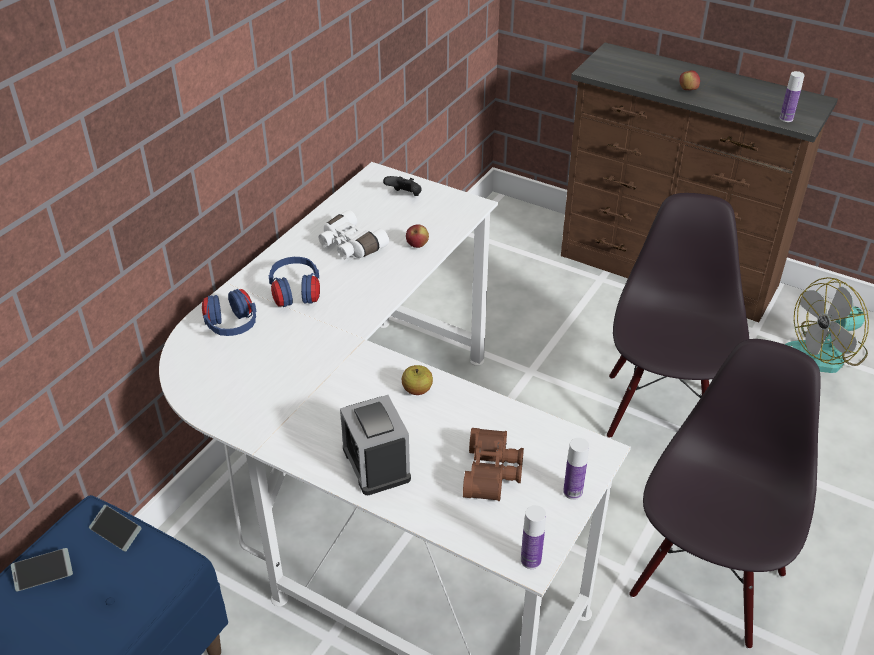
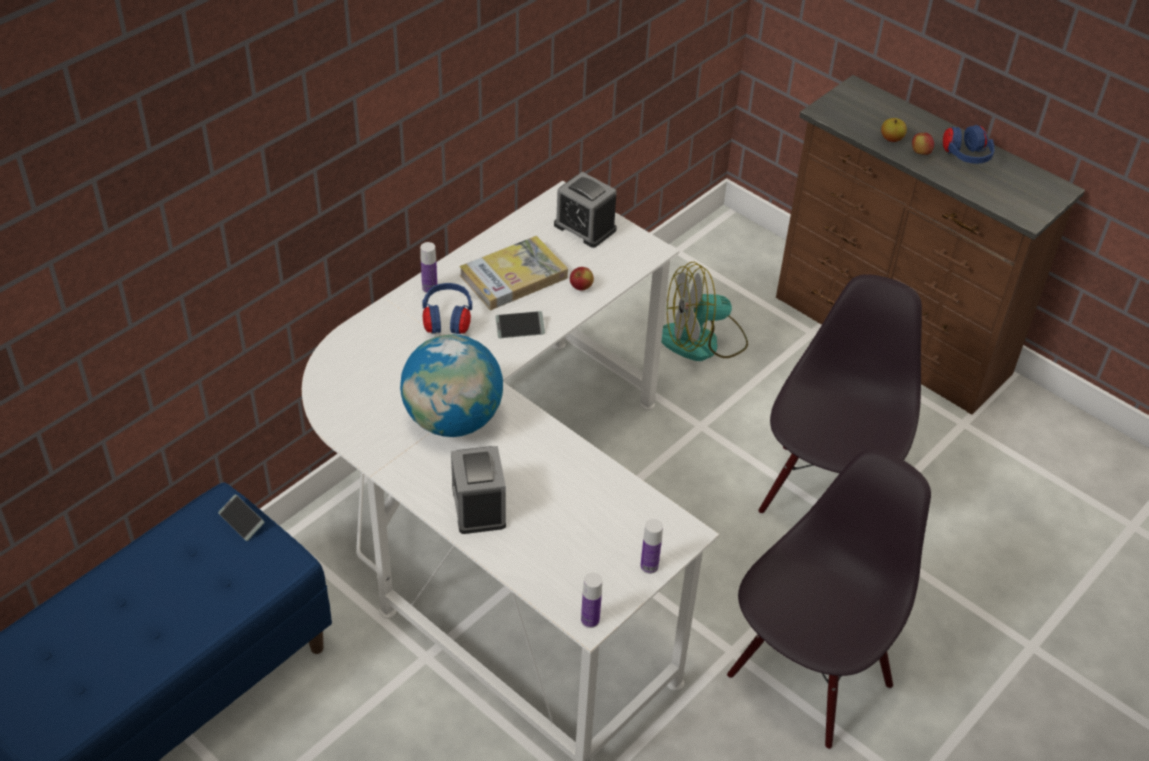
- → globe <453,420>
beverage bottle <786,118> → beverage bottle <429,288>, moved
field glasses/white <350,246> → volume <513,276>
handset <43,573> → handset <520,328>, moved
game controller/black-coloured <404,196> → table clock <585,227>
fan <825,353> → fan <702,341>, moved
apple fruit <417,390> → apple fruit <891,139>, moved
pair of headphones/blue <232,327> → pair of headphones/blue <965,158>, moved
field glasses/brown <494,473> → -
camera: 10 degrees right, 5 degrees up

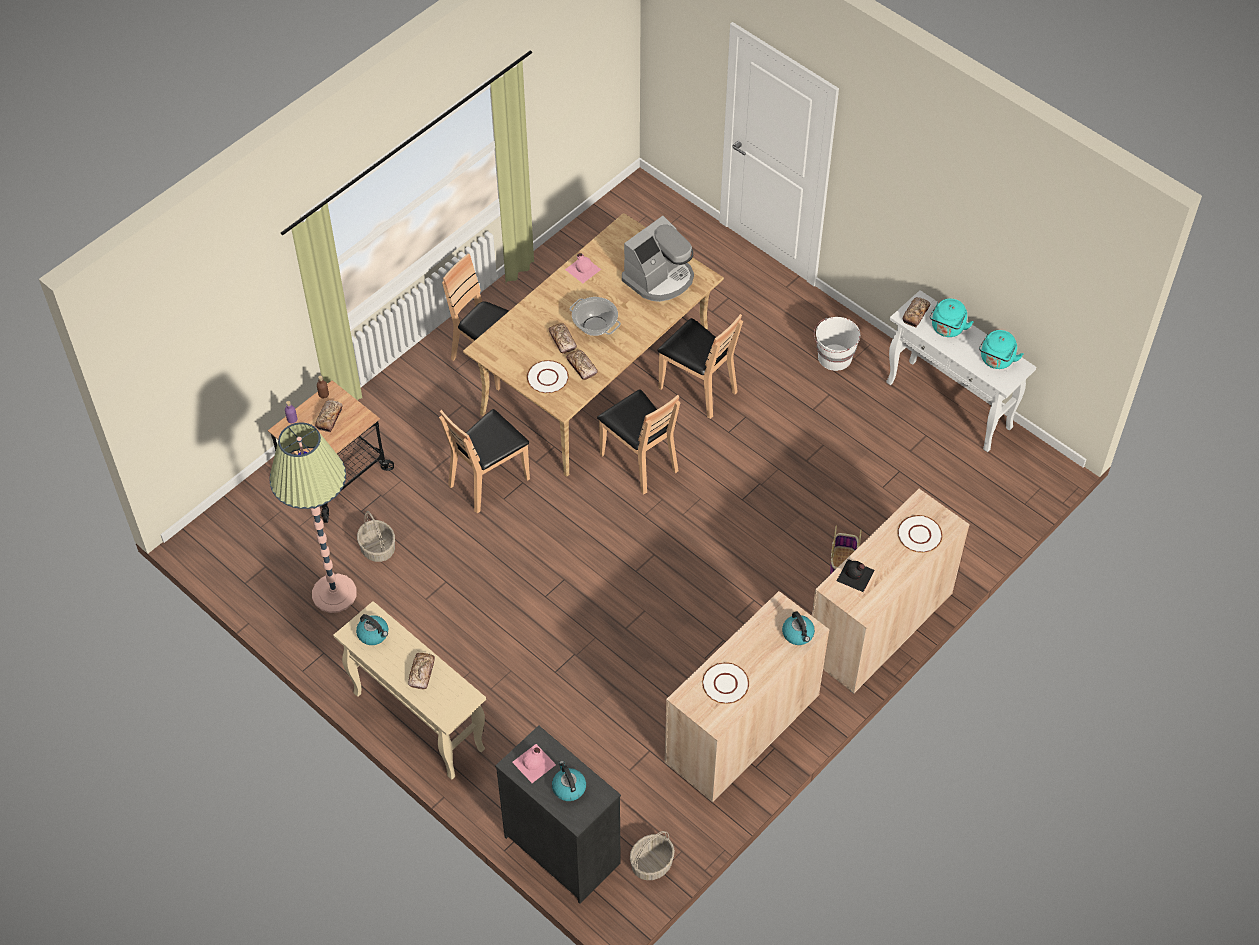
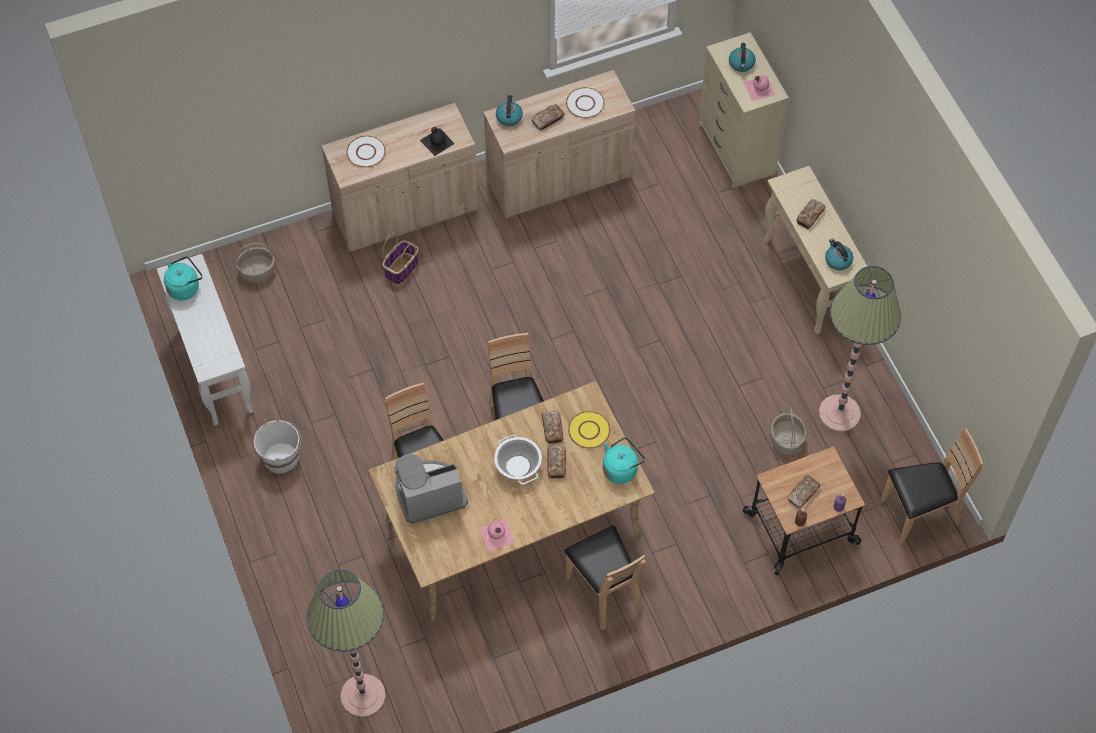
storage basket <652,863> → storage basket <257,272>, moved
- → standing lamp <363,695>
bakery bread <915,314> → bakery bread <547,119>, moved
plate/white <548,378> → plate/yellow <588,430>
tea kettle/turquoise <947,329> → tea kettle/turquoise <621,469>, moved
drawer chest/black-coloured <562,849> → drawer chest/beige-coloured <735,149>
chair/brown <489,480> → chair/brown <919,513>, moved
camera: 155 degrees left, 5 degrees up

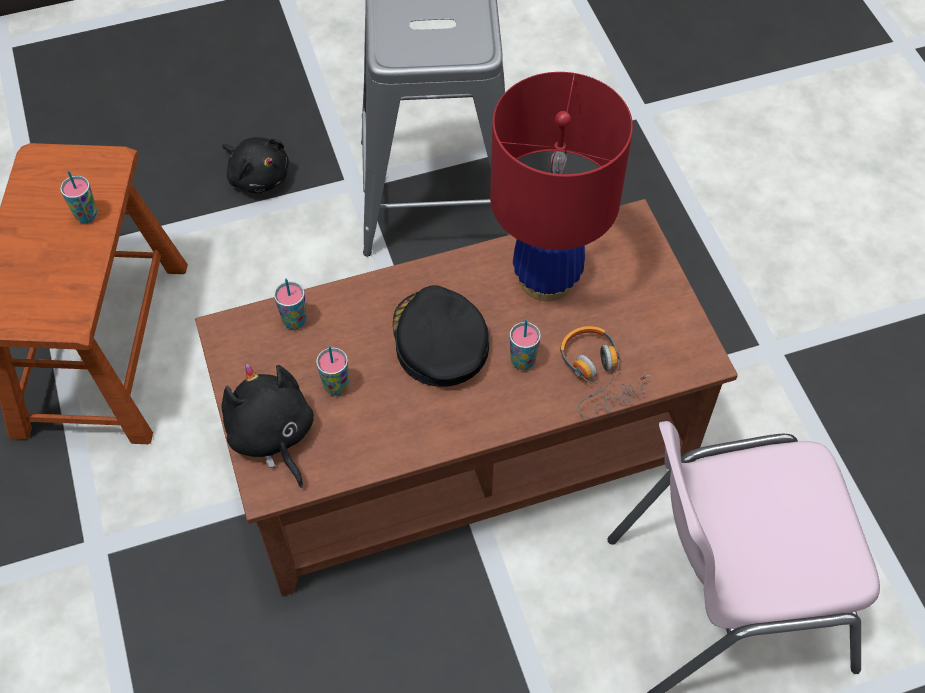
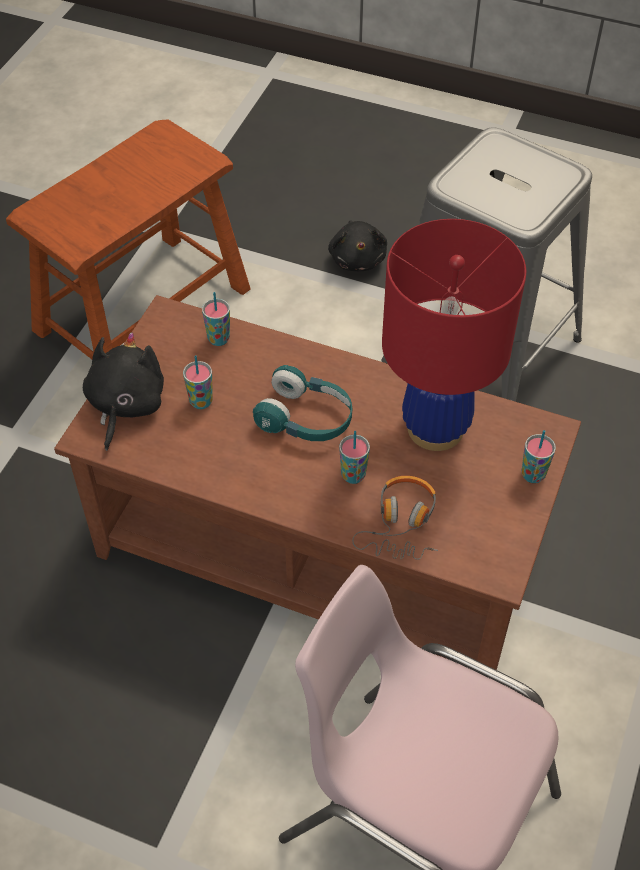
baseball cap/black-coloured <438,340> → pair of headphones/turquoise <306,419>
small cup <86,216> → small cup <533,475>, moved
camera: 40 degrees right, 5 degrees down

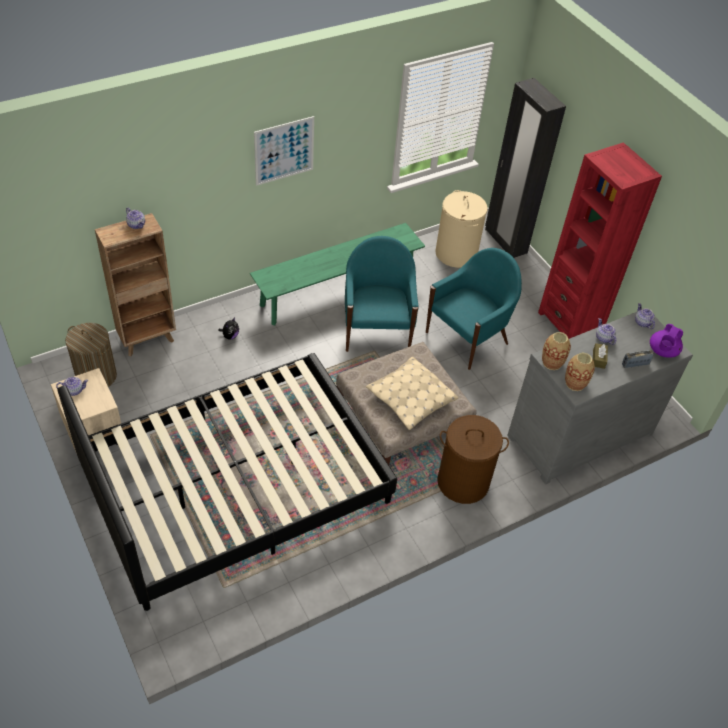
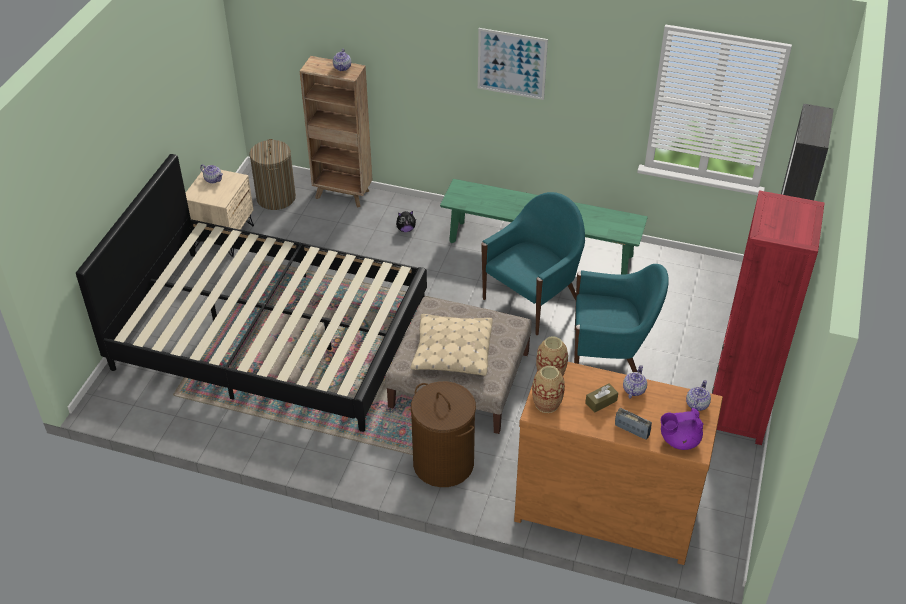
drawer chest/greyish <578,433> → drawer chest/brown <606,506>
laundry basket/beige-coloured <456,253> → -
camera: 50 degrees right, 5 degrees down

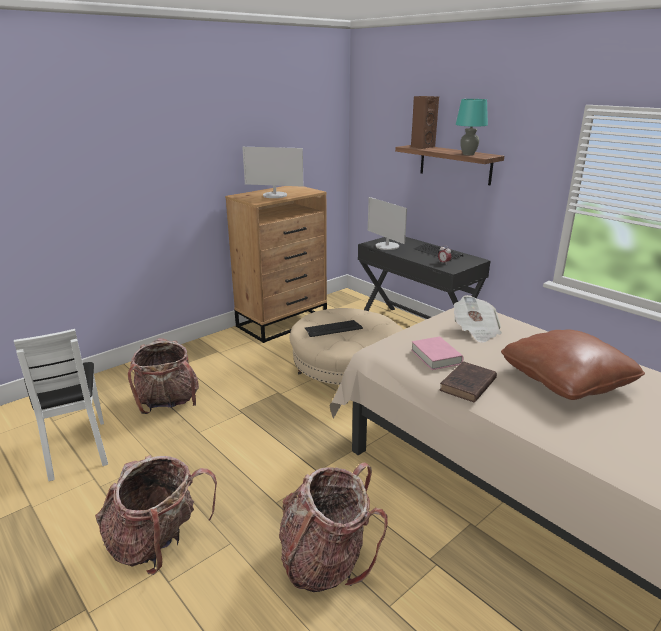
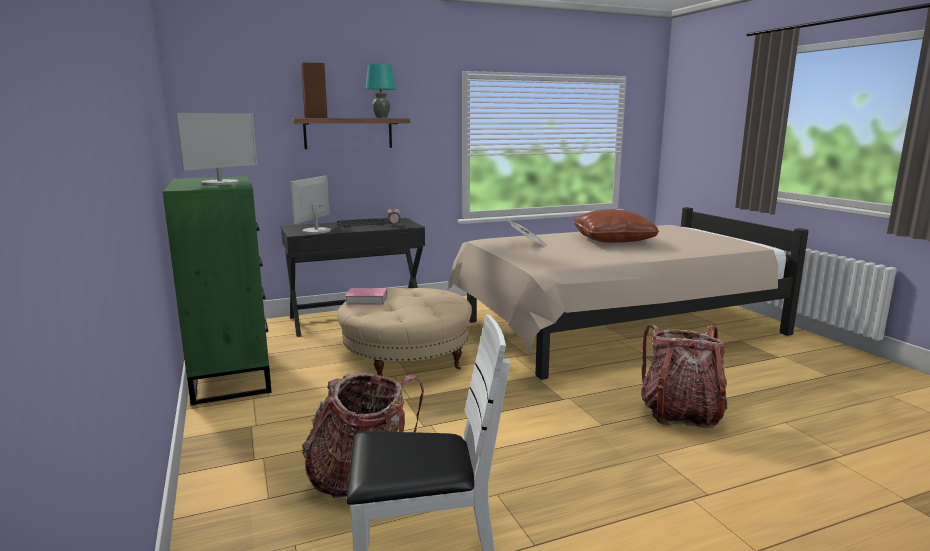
drawer chest/brown <282,322> → drawer chest/greenish <231,373>
computer display <387,246> → computer display <316,231>, 120 degrees clockwise
volume/pinkish <436,357> → volume/pinkish <367,300>, moved
knapsack <158,543> → -
keyboard <333,329> → -
volume/brown <467,385> → -
camera: 70 degrees left, 10 degrees down

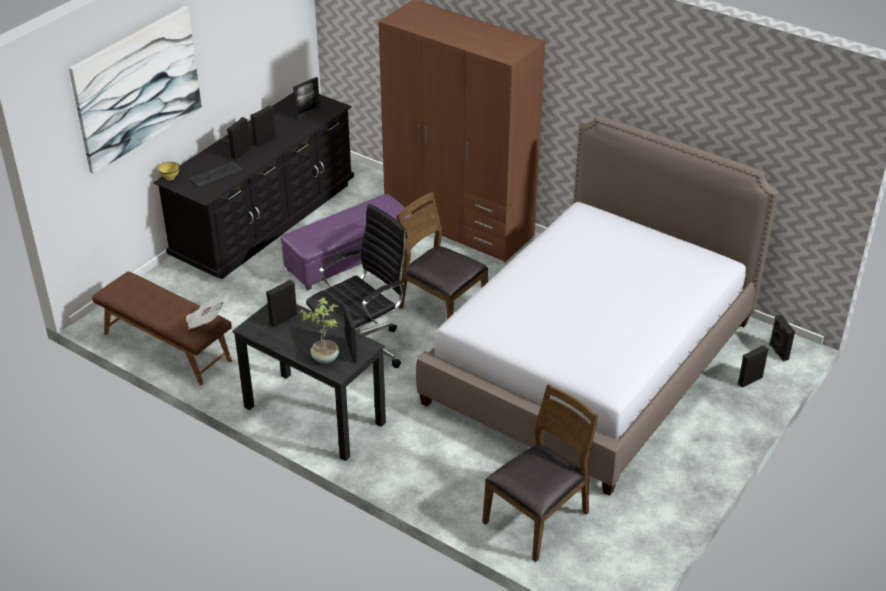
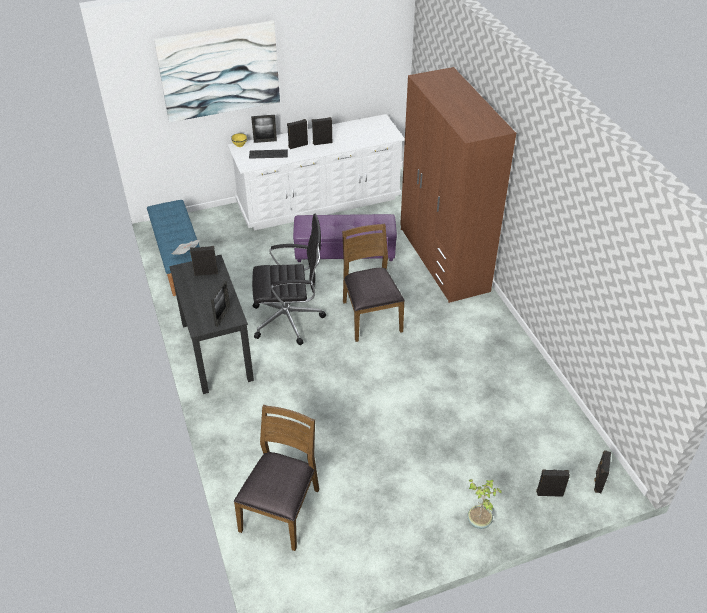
long seat/brown <166,347> → long seat/blue <179,261>
drawer chest/black-coloured <265,220> → drawer chest/white <319,201>
chair/brown <538,518> → chair/brown <281,510>, 60 degrees counterclockwise
picture frame <308,114> → picture frame <265,141>, moved
plant in a pot <325,357> → plant in a pot <479,520>, moved
sleeping bed <591,362> → -
camera: 35 degrees right, 5 degrees up

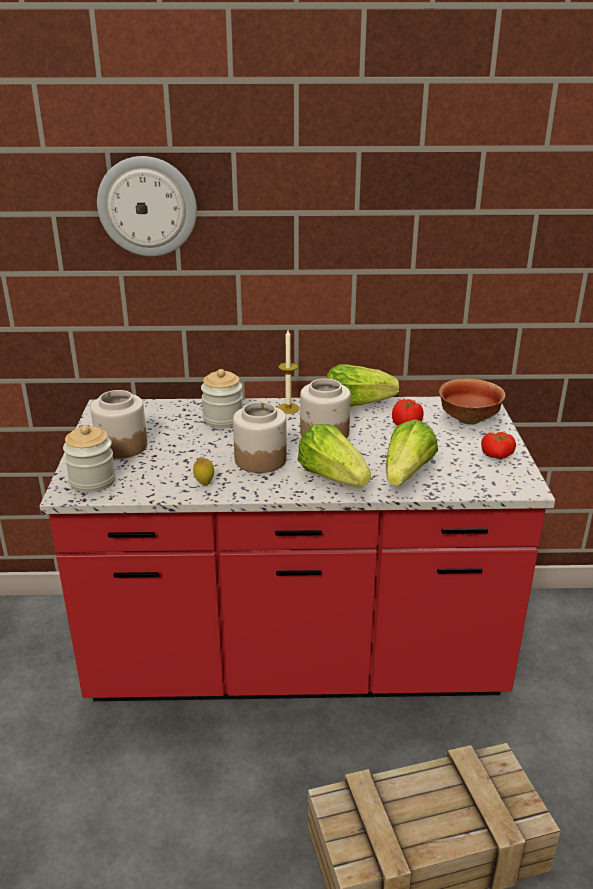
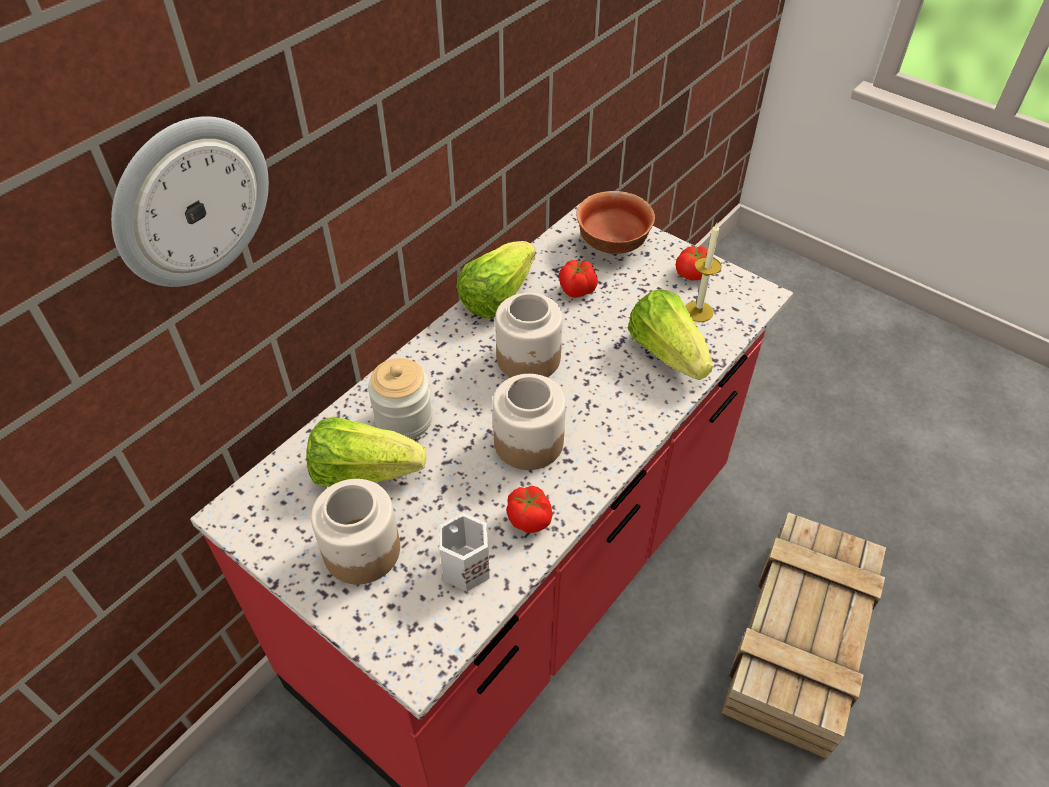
lettuce <333,477> → lettuce <363,472>, moved
- → tea mug/white <463,567>
citrus fruit <204,483> → fresh tomato <529,519>
candle <288,408> → candle <698,311>, moved
preserve jar <92,481> → -
camera: 50 degrees left, 20 degrees up

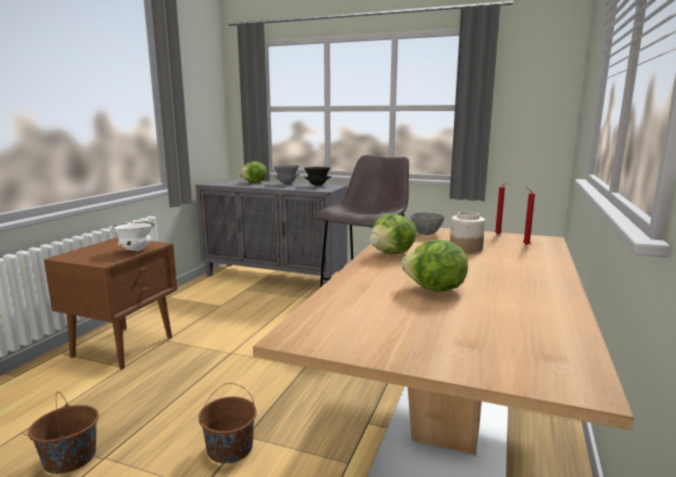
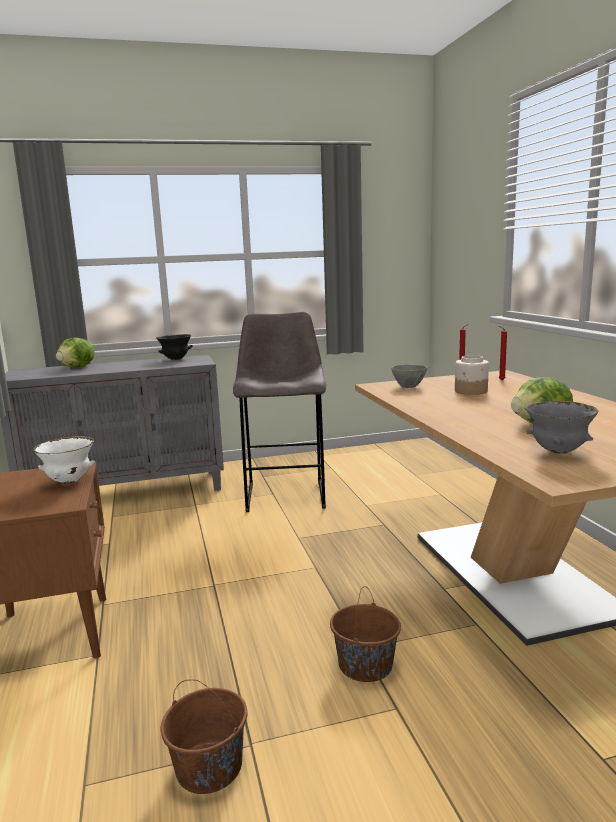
deep dish/greyish <287,184> → deep dish/greyish <558,451>, moved
lettuce <392,254> → -
camera: 35 degrees left, 0 degrees up

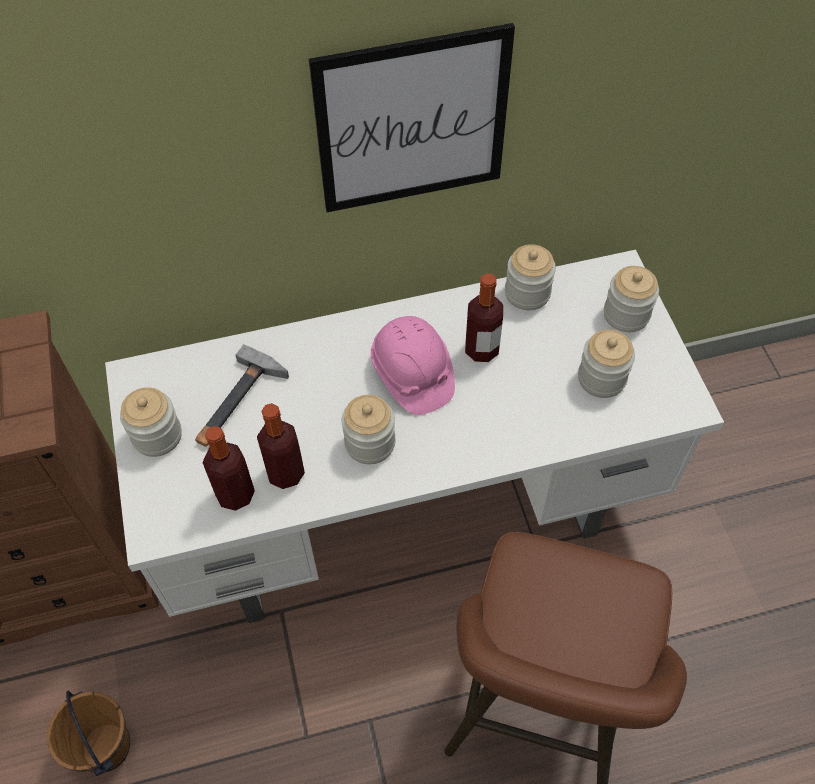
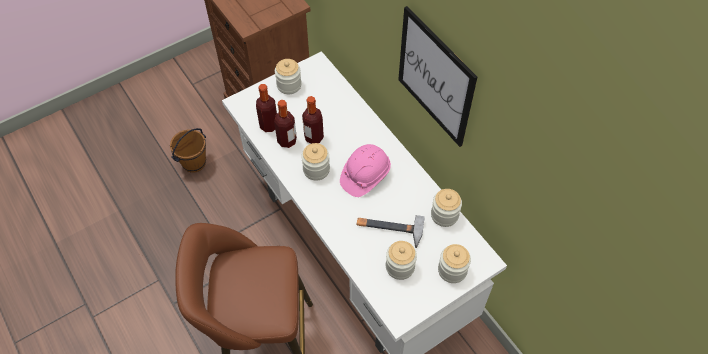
beverage bottle <481,350> → beverage bottle <314,137>, moved
hand hammer <237,403> → hand hammer <389,229>, moved
camera: 70 degrees right, 0 degrees up

